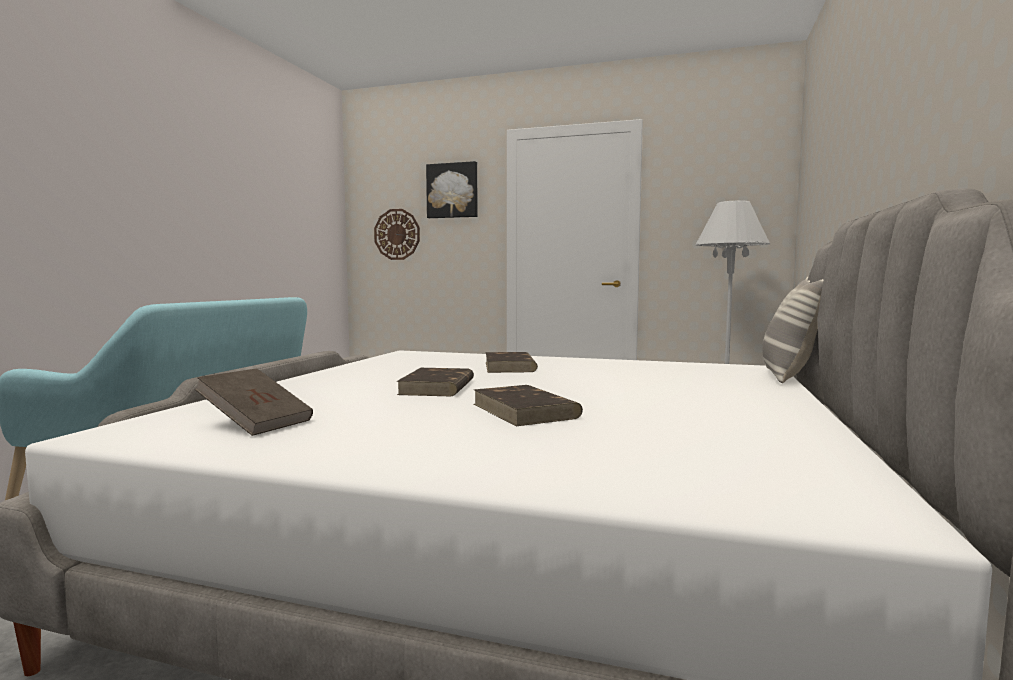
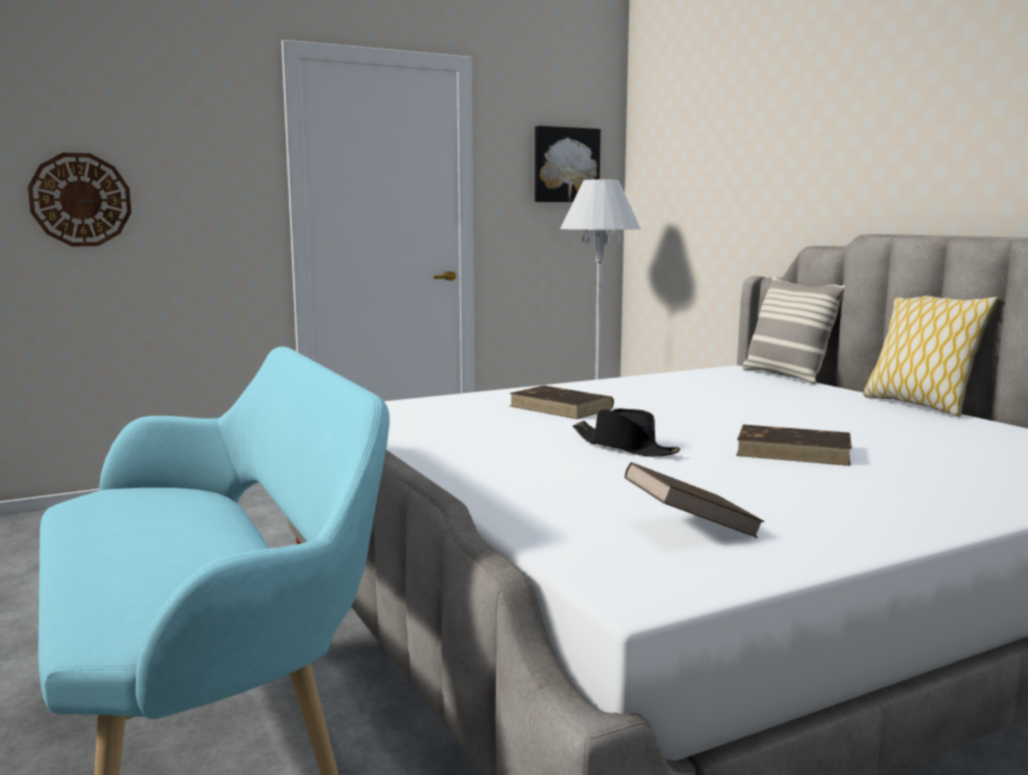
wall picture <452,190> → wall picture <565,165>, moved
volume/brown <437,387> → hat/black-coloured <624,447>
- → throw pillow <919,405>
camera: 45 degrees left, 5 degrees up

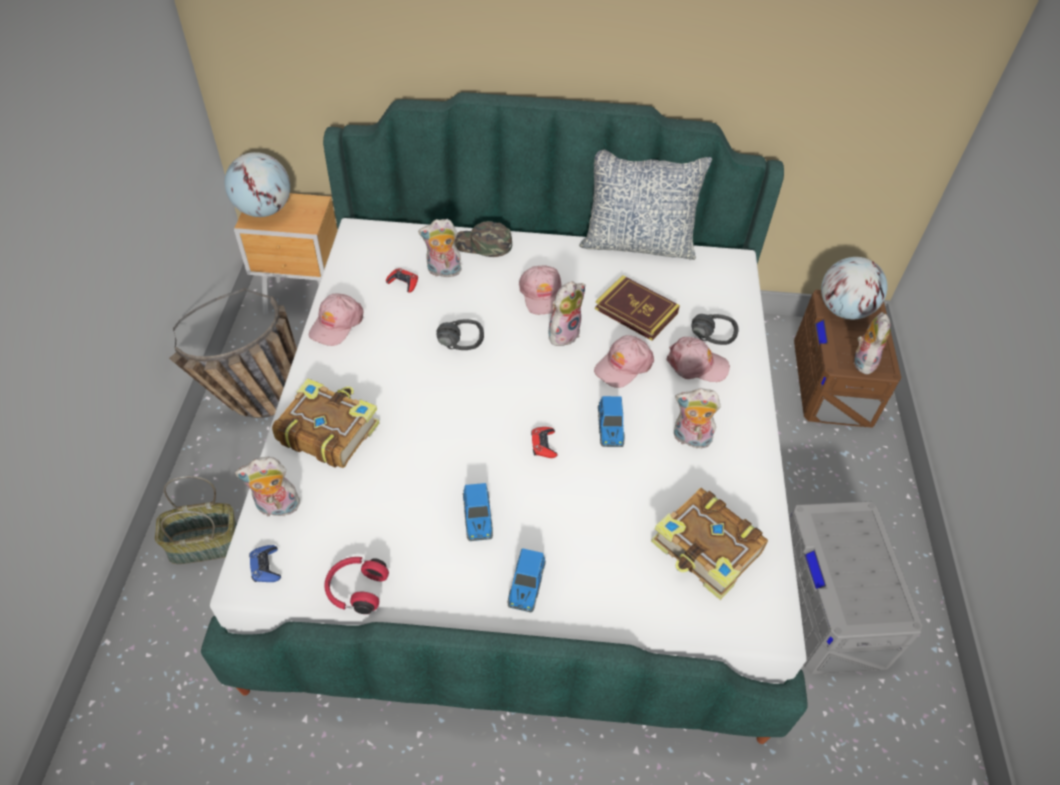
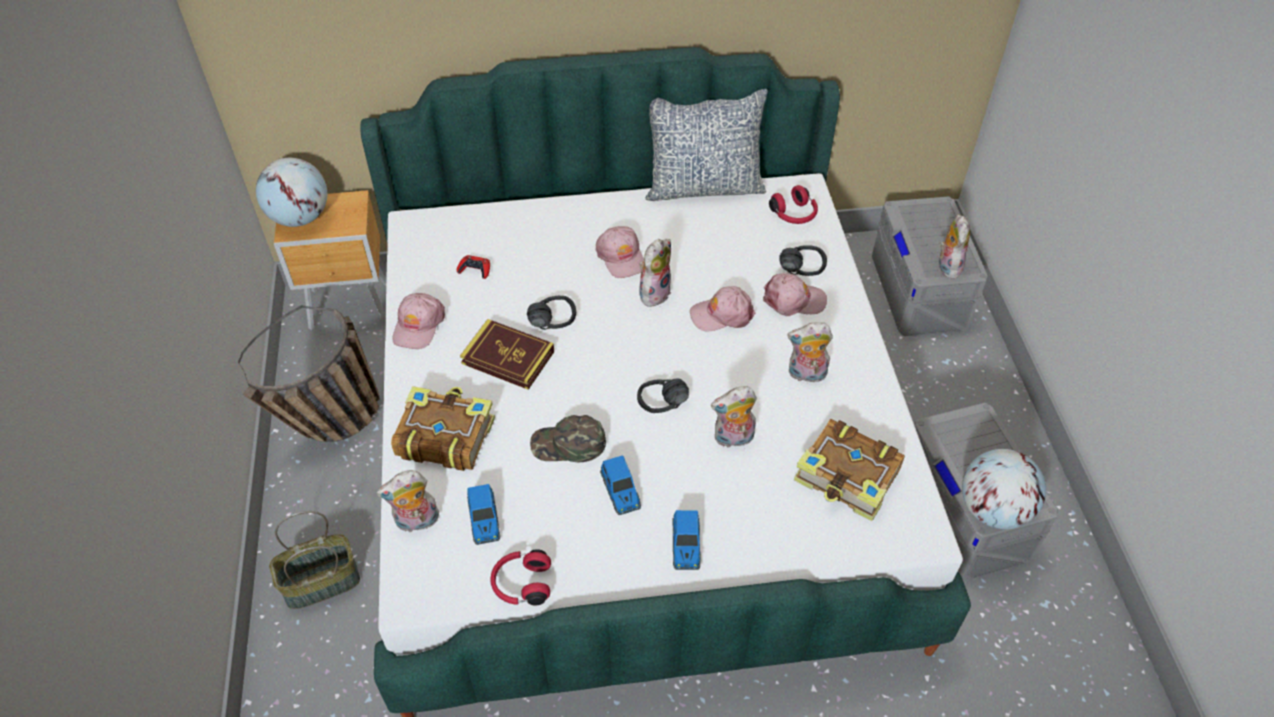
volume <636,311> → volume <508,357>, moved
model car <610,429> → model car <484,521>, moved
baseball cap/greenish <482,244> → baseball cap/greenish <568,445>, moved
game controller/red-coloured <543,445> → pair of headphones/black-coloured <665,407>
baseball cap/pinkish <623,366> → baseball cap/pinkish <722,314>, 45 degrees clockwise
soft toy <443,272> → soft toy <733,439>, moved
- → pair of headphones/red-coloured <794,214>
storage container/brown <833,380> → storage container/greyish <919,290>
globe <843,310> → globe <993,509>, moved
game controller/blue <266,567> → -
camera: 10 degrees left, 0 degrees up

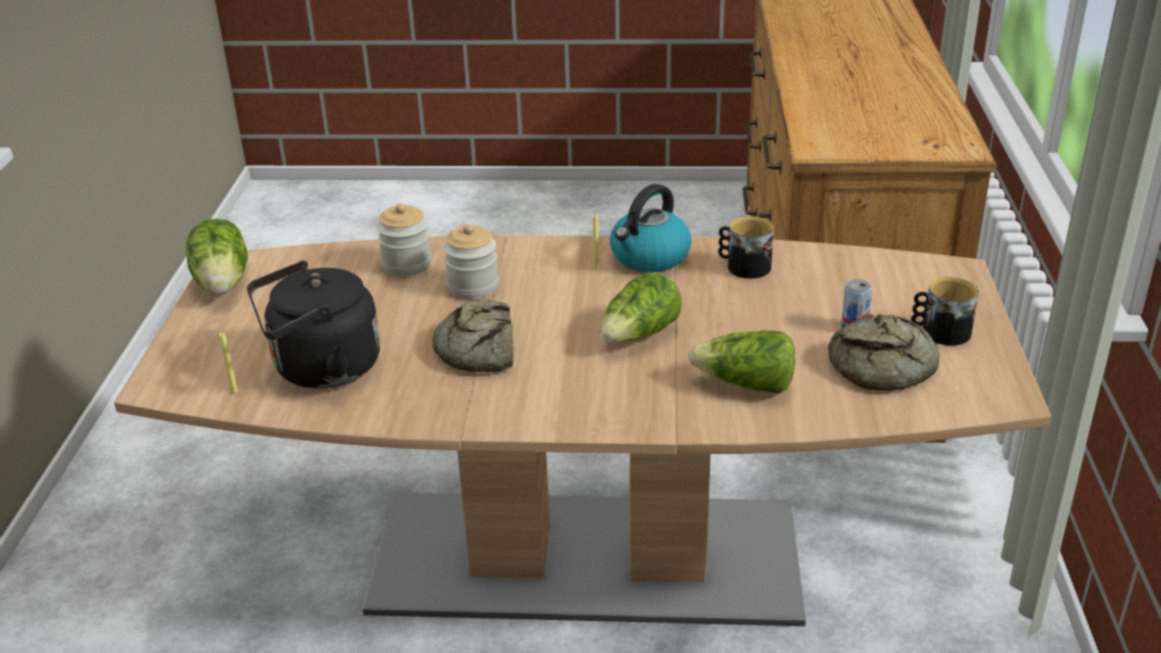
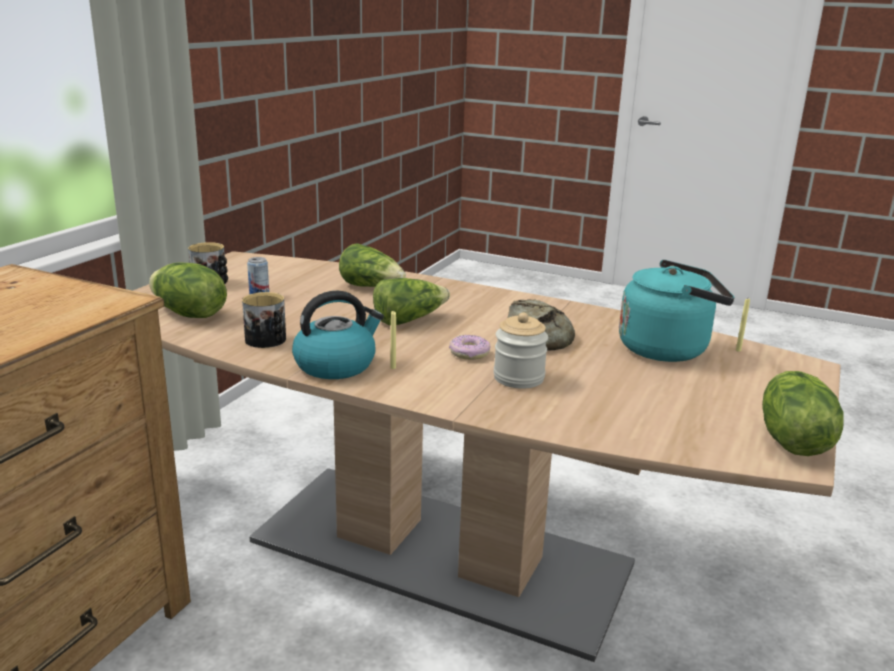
- → lettuce <188,314>
- → ring doughnut <469,353>
tea kettle/black-coloured <321,370> → tea kettle/turquoise <668,349>
preserve jar <406,264> → -
bakery bread <885,367> → -
camera: 160 degrees left, 10 degrees down

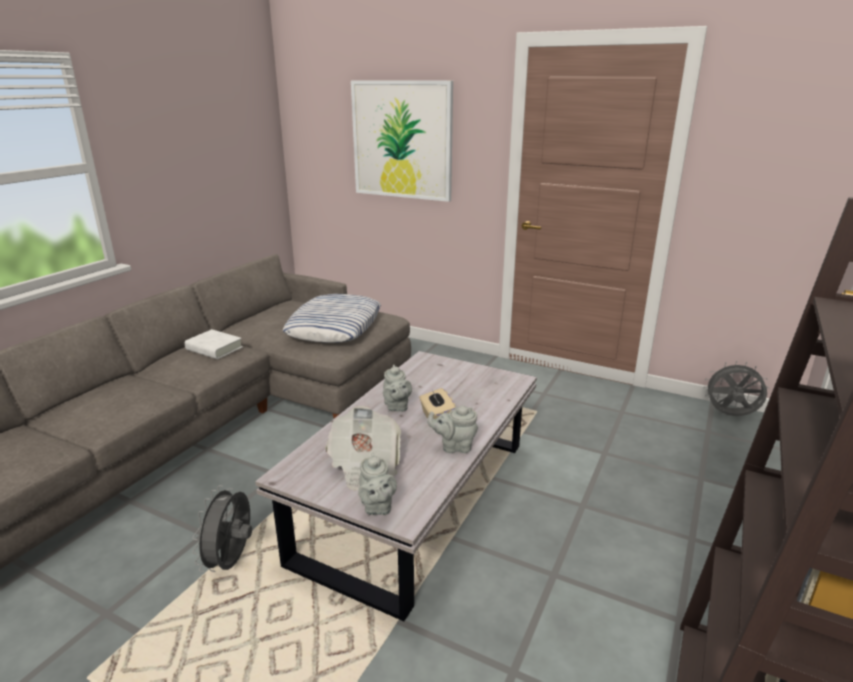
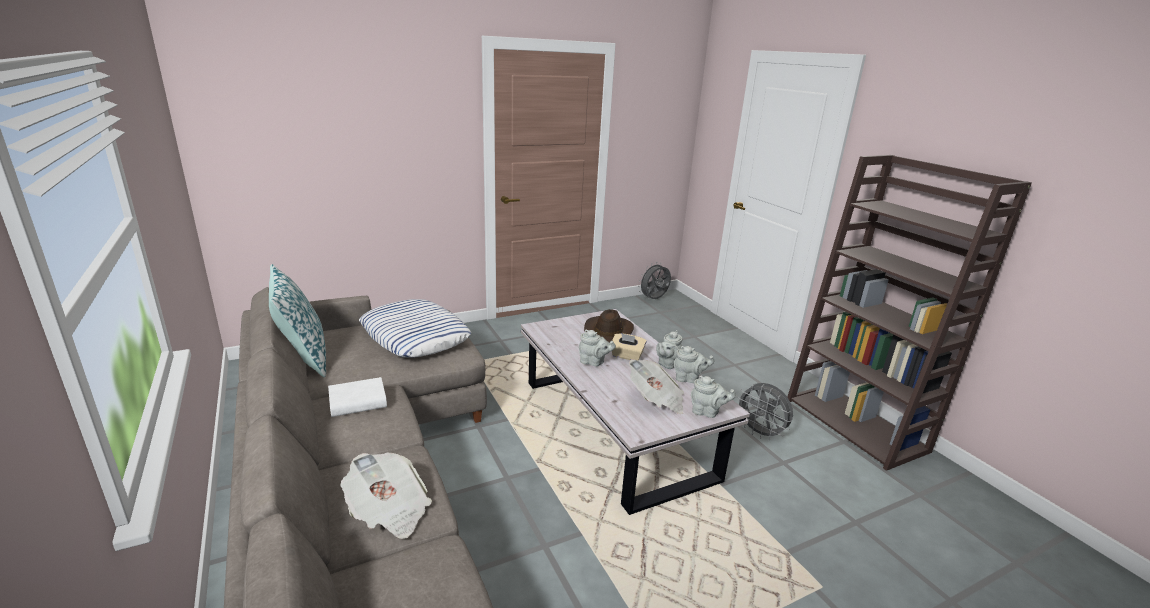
- → throw pillow <303,357>
- → daily paper <389,511>
- → hat/brown <608,331>
- → tea pot/greyish <689,379>
fan/greyish <232,561> → fan/greyish <760,433>, moved
wall picture <402,140> → -
camera: 55 degrees left, 0 degrees up

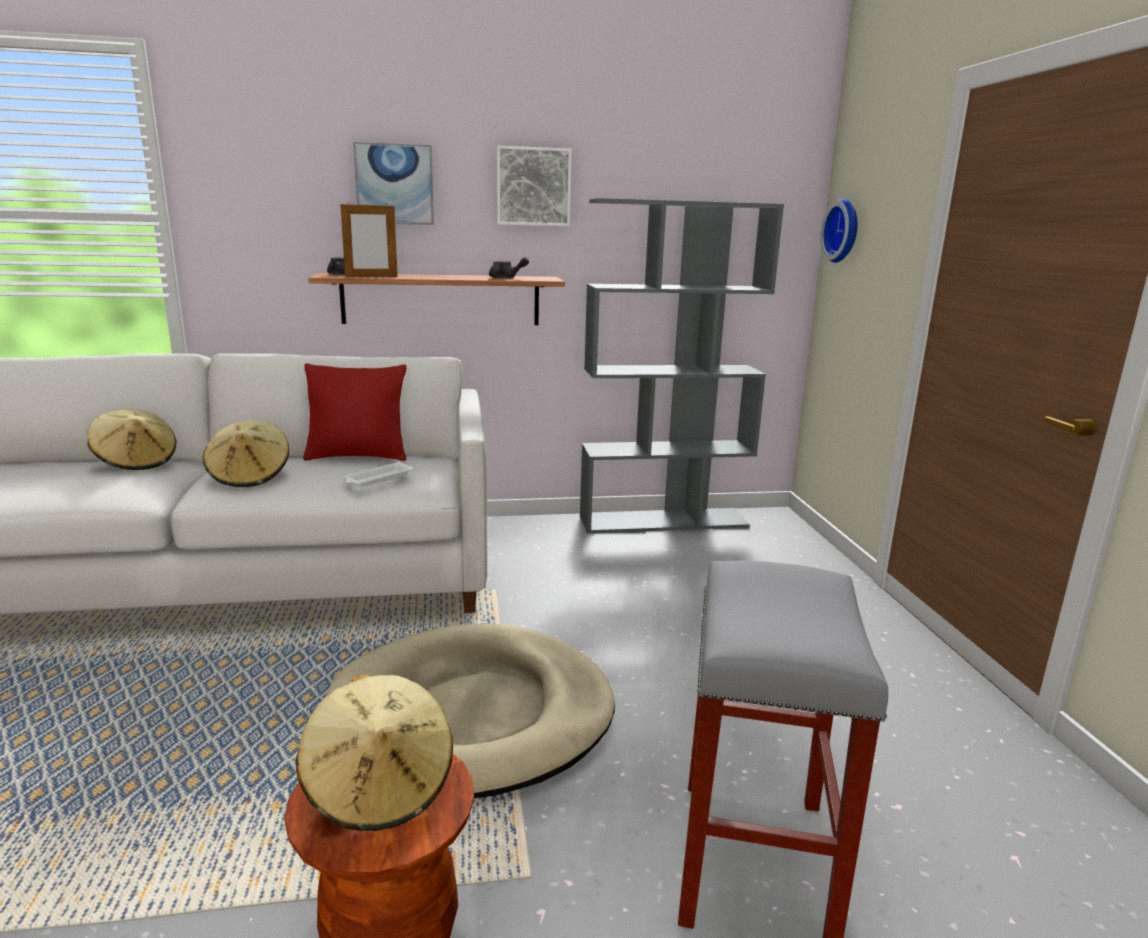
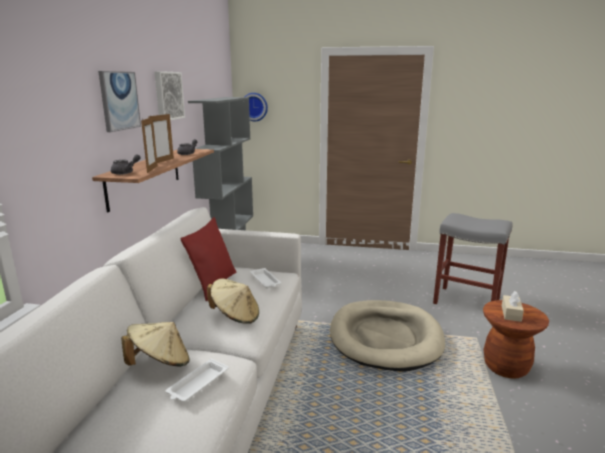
- → picture frame <163,161>
- → carrying tray/white <197,384>
hat/beige-coloured <380,787> → tissue holder/beige-coloured <511,313>
camera: 70 degrees left, 0 degrees up

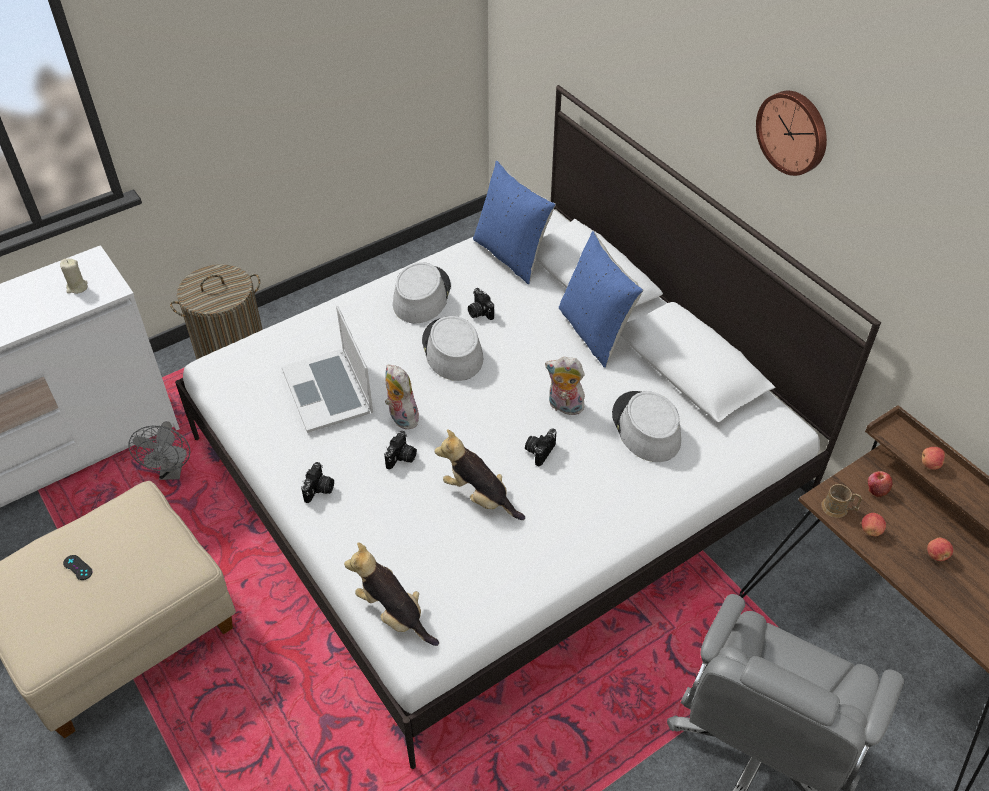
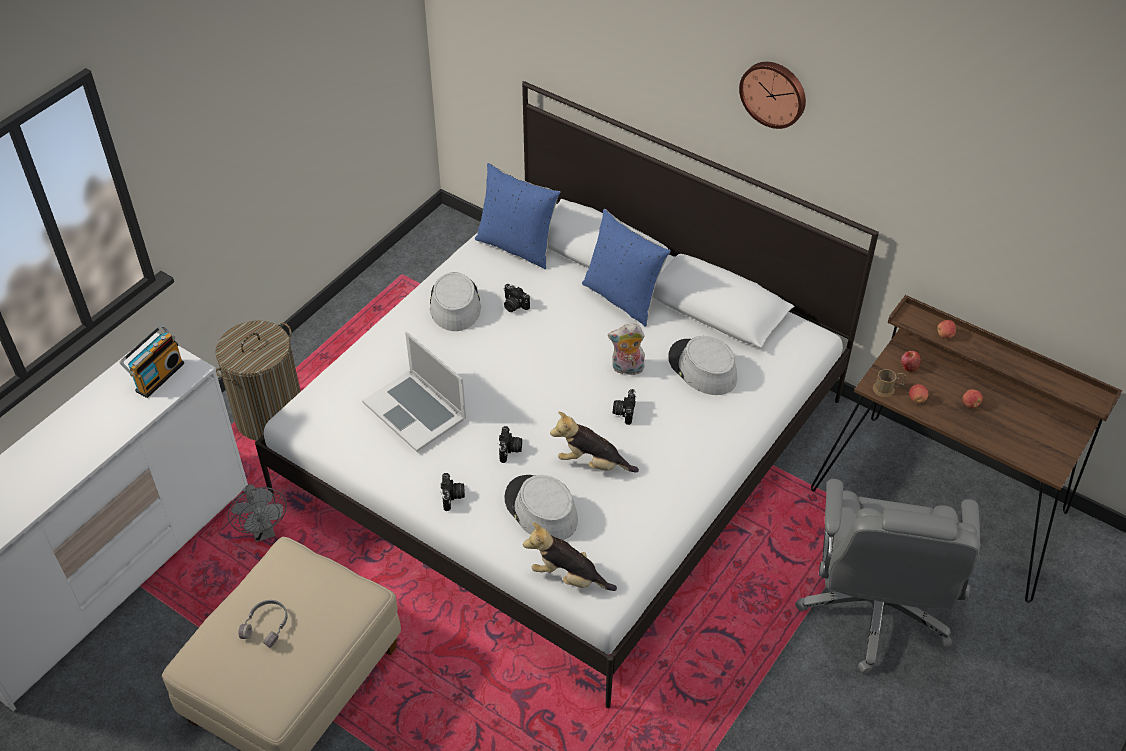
candle/beige-coloured <77,287> → radio <158,376>
game controller/black-coloured <78,567> → pair of headphones/greyish <267,626>
hat/greyish <451,350> → hat/greyish <540,509>, moved
soft toy <401,417> → -
camera: 20 degrees left, 0 degrees up

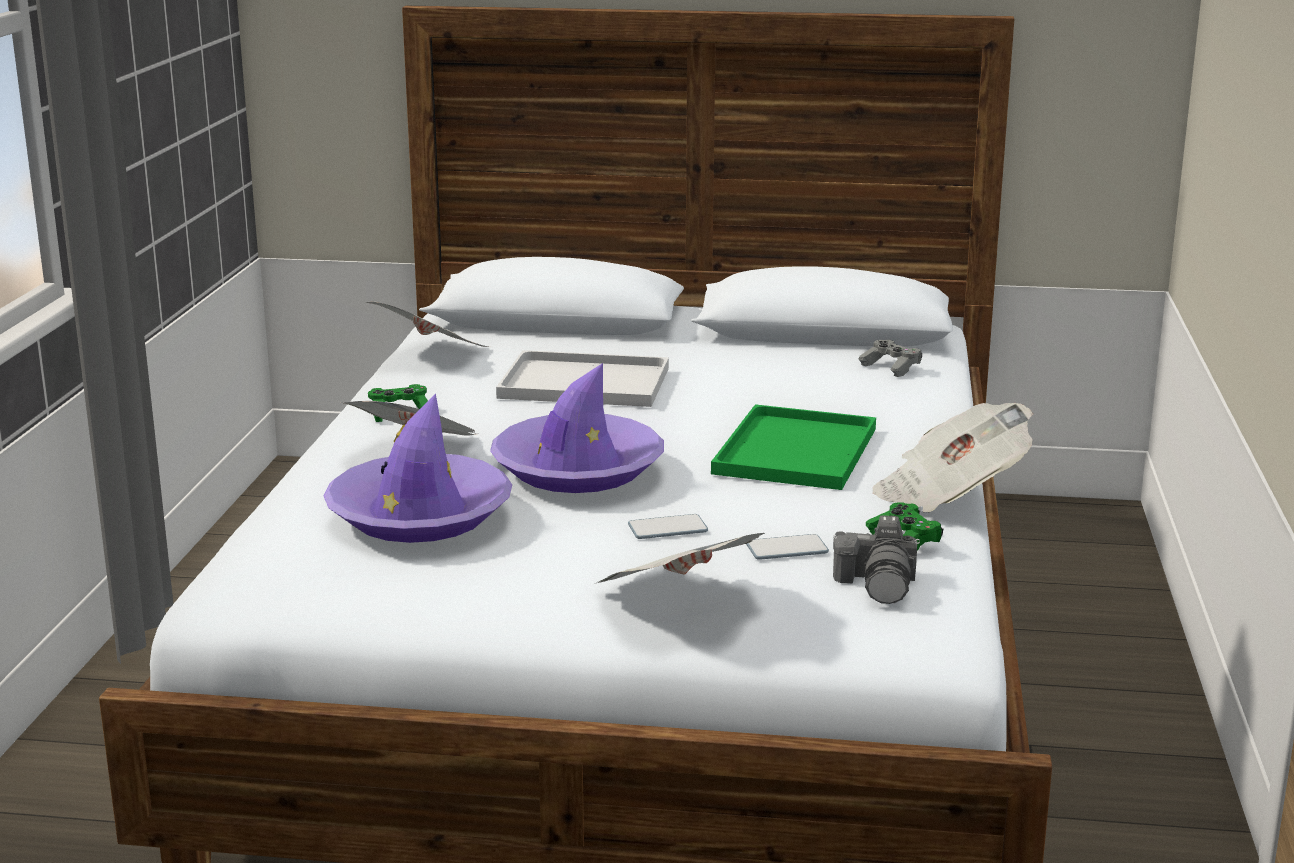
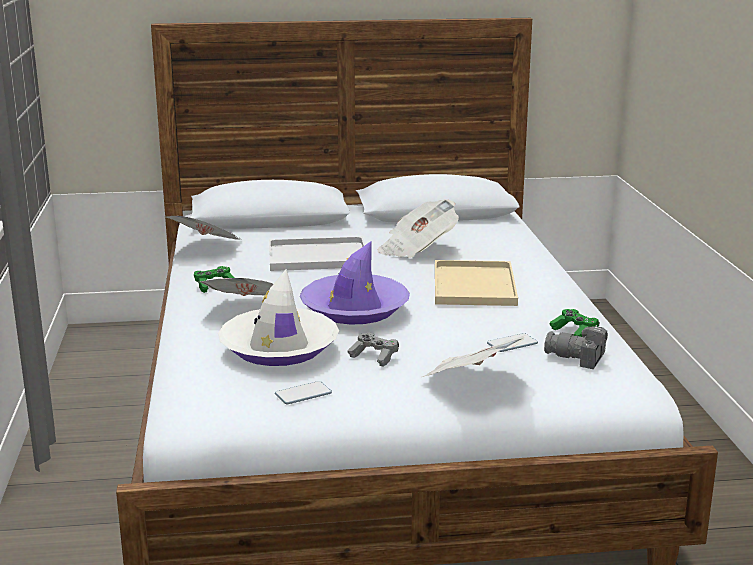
hat/purple-coloured <419,515> → hat/white <279,347>
handset <667,529> → handset <303,394>, moved
game controller/greyish <890,367> → game controller/greyish <374,357>, moved
daily paper <950,494> → daily paper <417,249>, moved
carrying tray/greenish <794,449> → carrying tray/beige-coloured <472,284>
photo camera <879,583> → photo camera <579,358>, 120 degrees clockwise
camera: 15 degrees left, 0 degrees up

